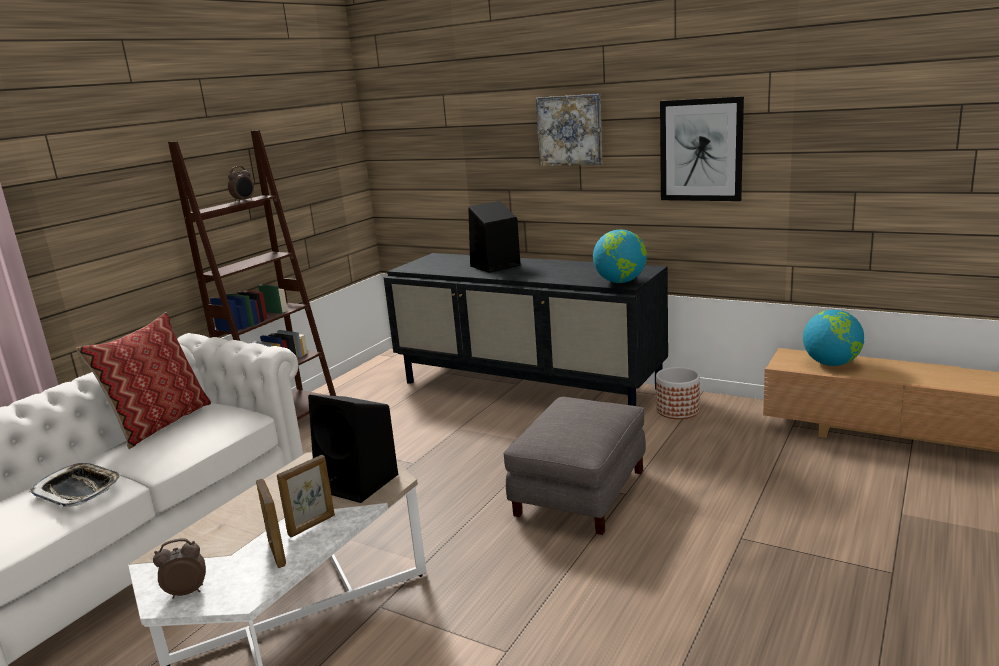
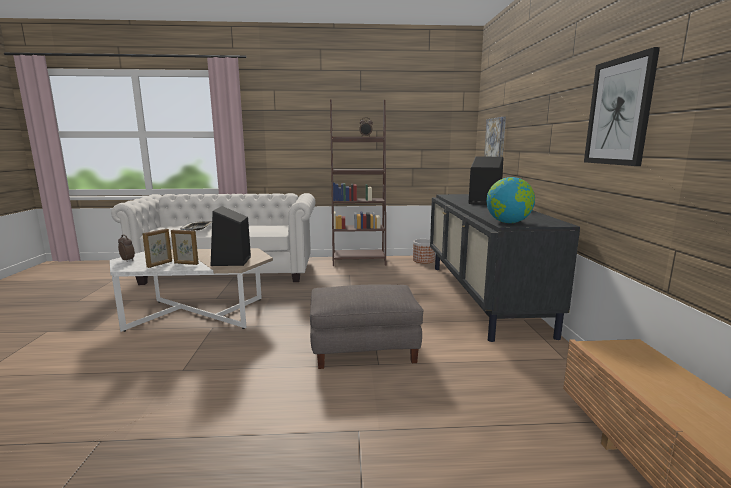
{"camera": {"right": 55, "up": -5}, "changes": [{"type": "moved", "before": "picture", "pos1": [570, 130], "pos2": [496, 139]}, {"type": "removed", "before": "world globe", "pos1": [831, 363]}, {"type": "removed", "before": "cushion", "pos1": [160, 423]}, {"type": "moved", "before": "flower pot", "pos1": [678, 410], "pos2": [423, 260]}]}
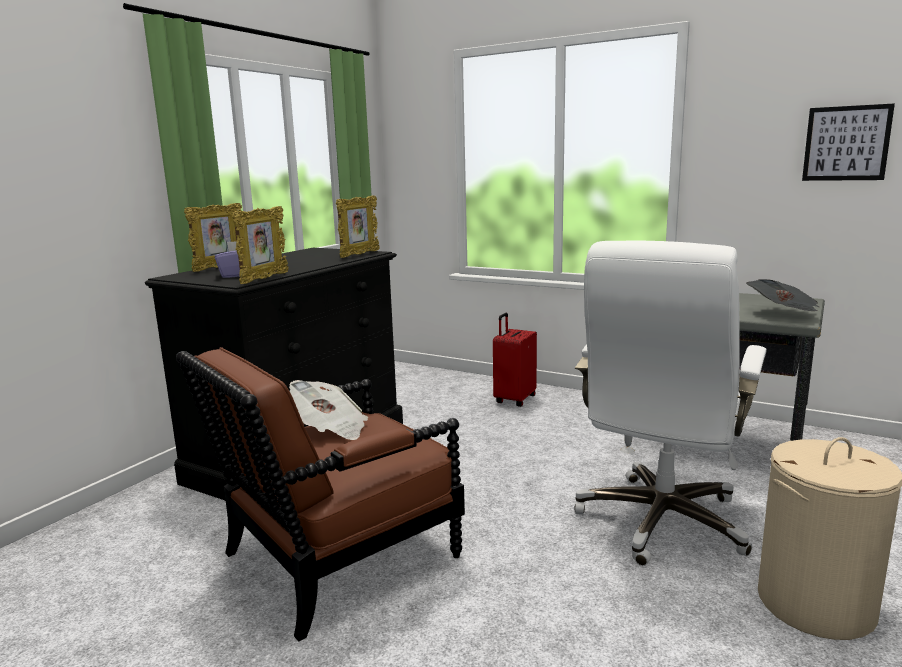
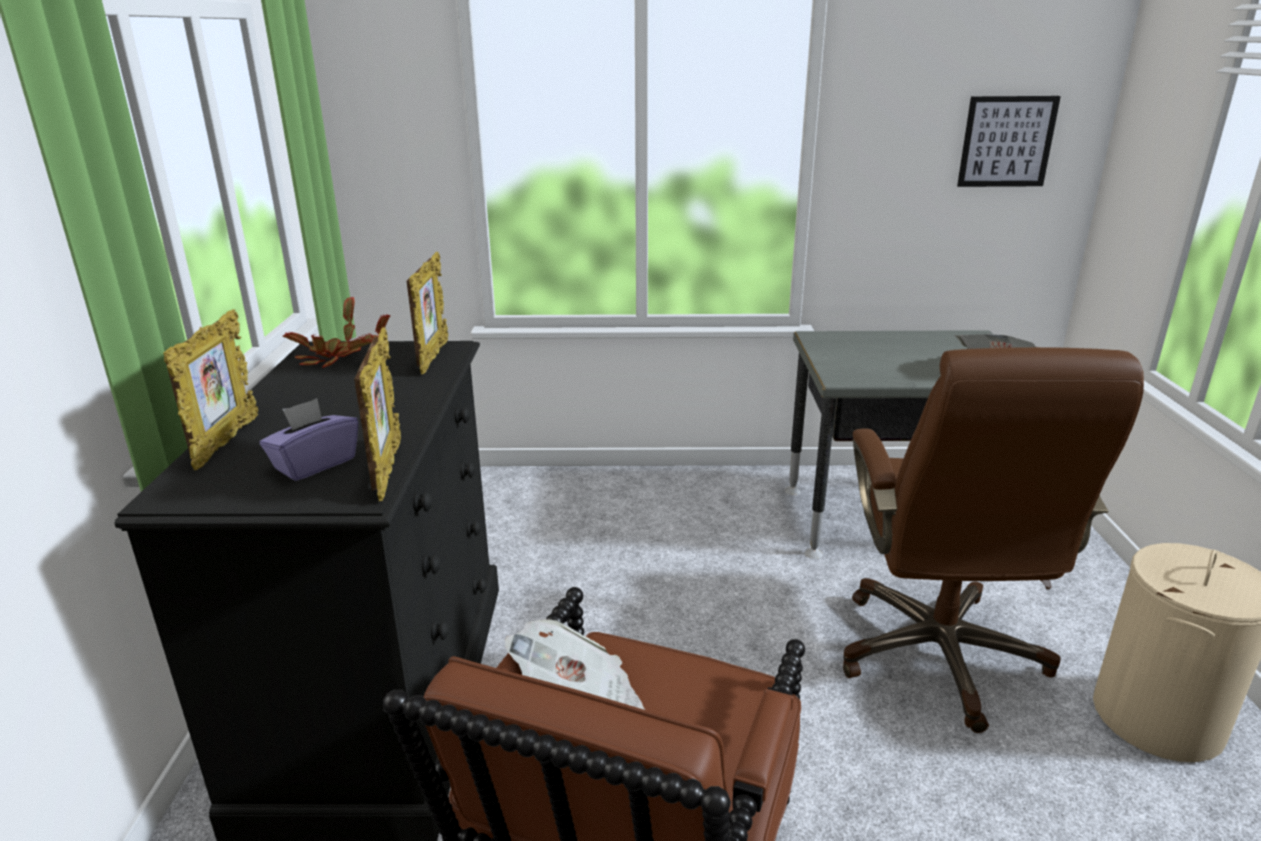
{"camera": {"right": -30, "up": 10}, "changes": [{"type": "recoloured", "before": "whitish office chair", "after": "brownish office chair", "pos1": [662, 518], "pos2": [936, 650]}, {"type": "removed", "before": "red-coloured piece of luggage", "pos1": [514, 399]}, {"type": "added", "after": "potted plant", "pos2": [337, 357]}]}
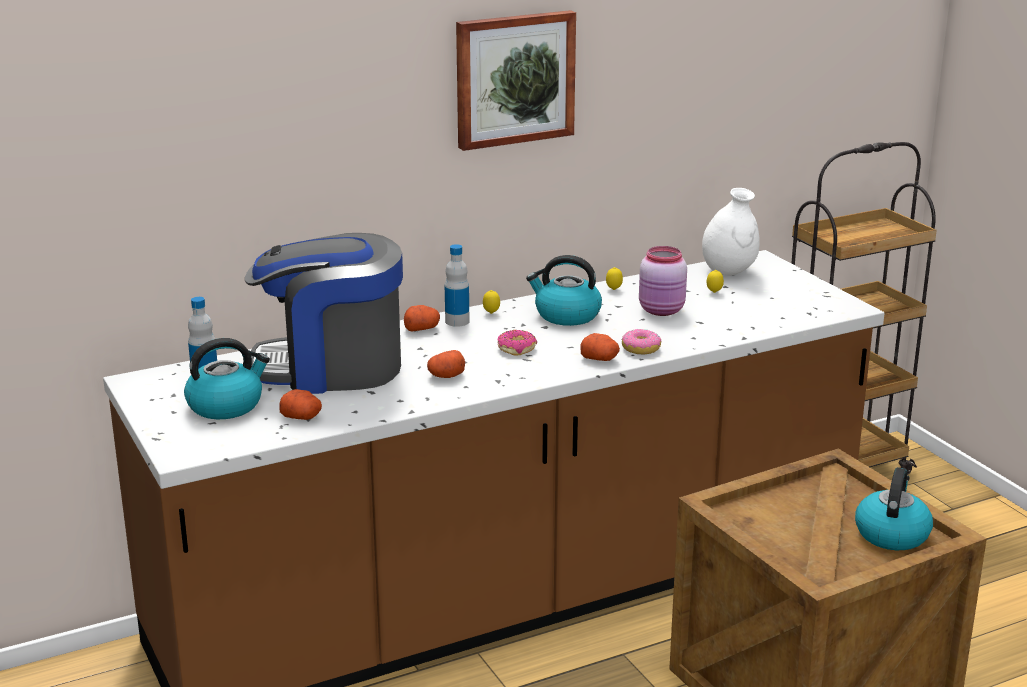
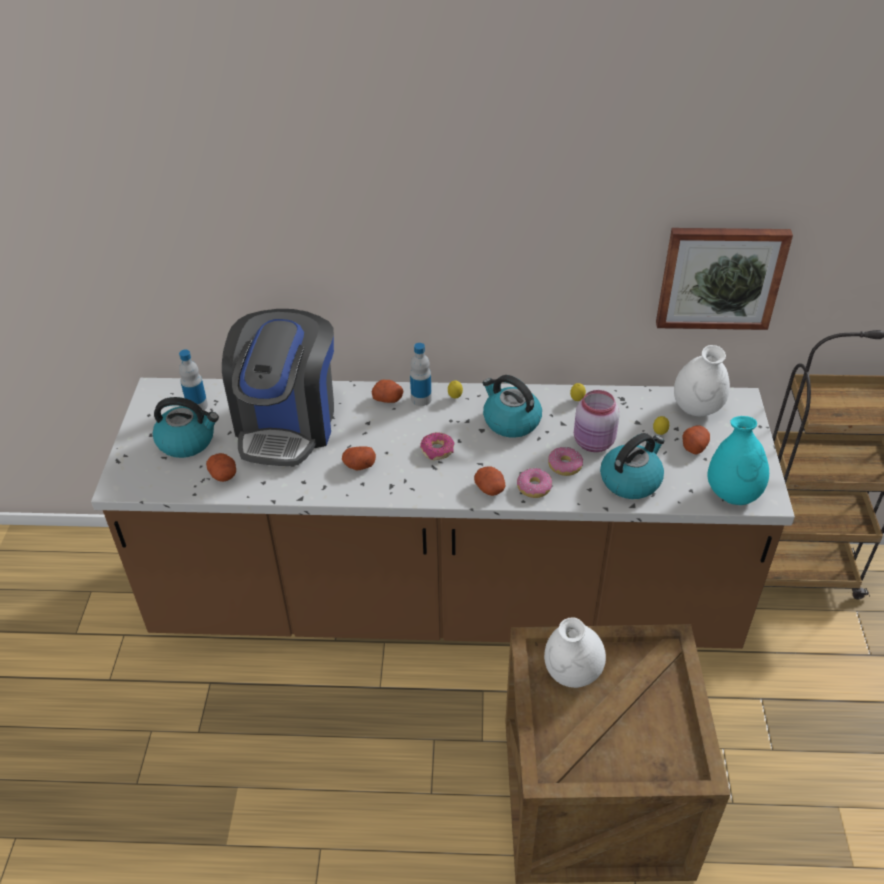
{"camera": {"right": 30, "up": 20}, "changes": [{"type": "moved", "before": "picture", "pos1": [514, 78], "pos2": [720, 277]}, {"type": "turned", "before": "coffee machine", "pos1": [330, 368], "pos2": [287, 423], "turn": -105}, {"type": "moved", "before": "tea kettle", "pos1": [891, 534], "pos2": [631, 480]}, {"type": "added", "after": "blue-green flower vase", "pos2": [732, 494]}, {"type": "added", "after": "potato", "pos2": [694, 445]}, {"type": "added", "after": "doughnut", "pos2": [565, 466]}, {"type": "added", "after": "whitish flower vase", "pos2": [571, 673]}]}
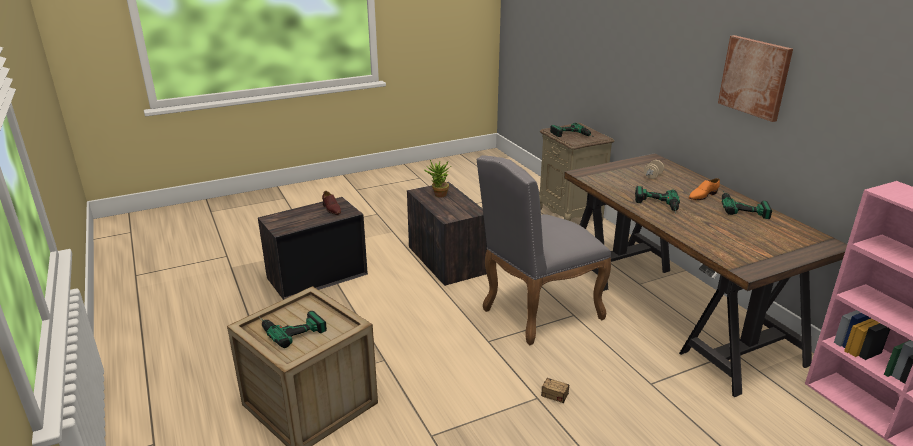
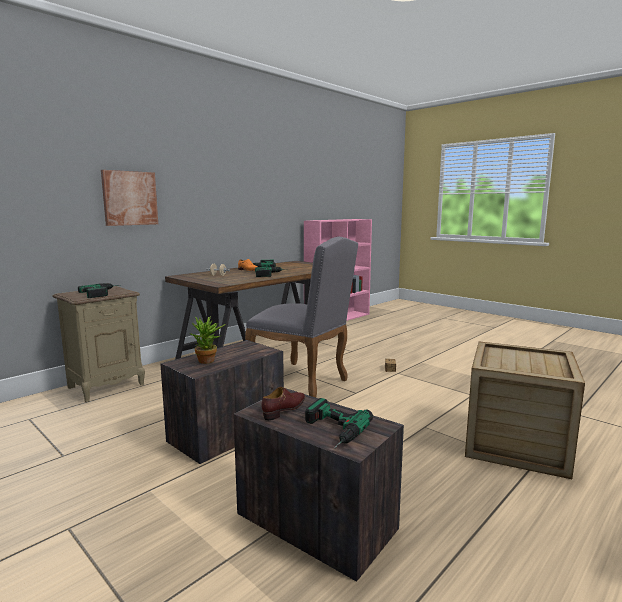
{"camera": {"right": -110, "up": -15}, "changes": [{"type": "moved", "before": "picture", "pos1": [755, 77], "pos2": [129, 198]}, {"type": "moved", "before": "electric drill", "pos1": [290, 327], "pos2": [330, 431]}]}
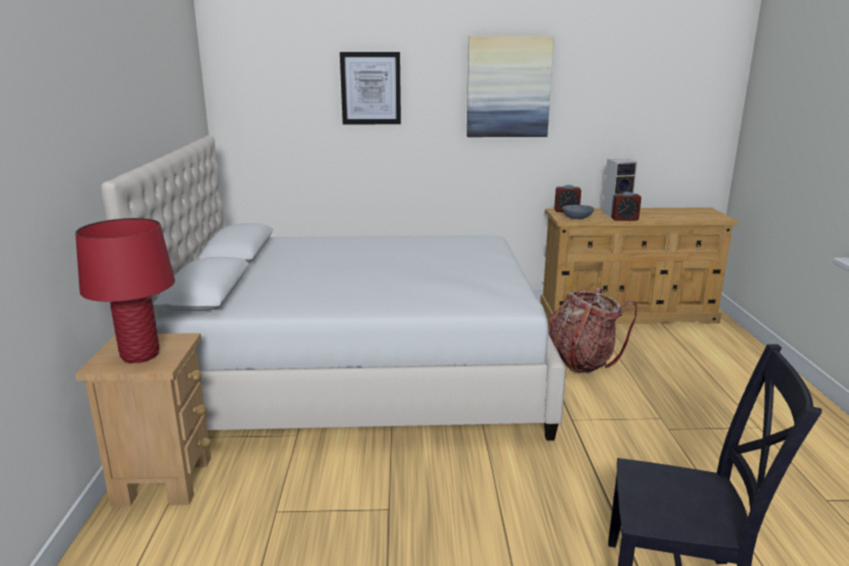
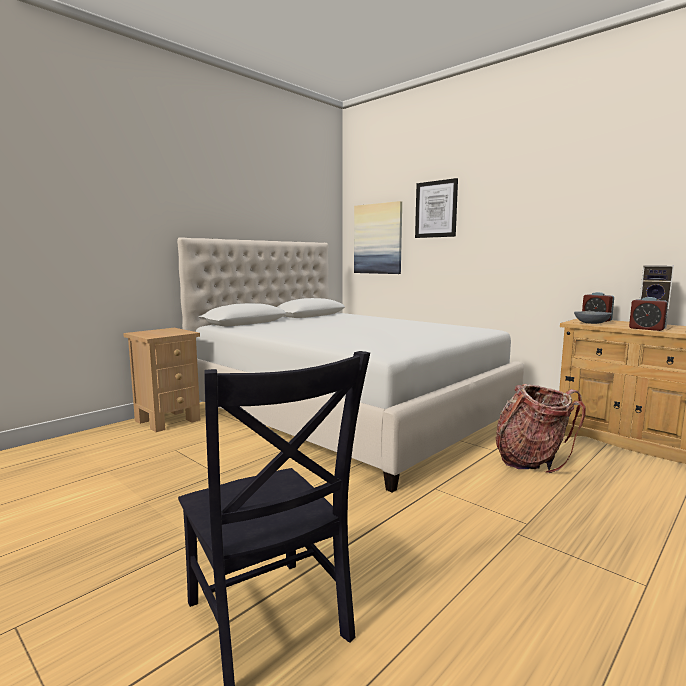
{"camera": {"right": 45, "up": -10}, "changes": [{"type": "moved", "before": "picture", "pos1": [508, 87], "pos2": [378, 239]}, {"type": "removed", "before": "red-coloured lamp for a table", "pos1": [140, 355]}]}
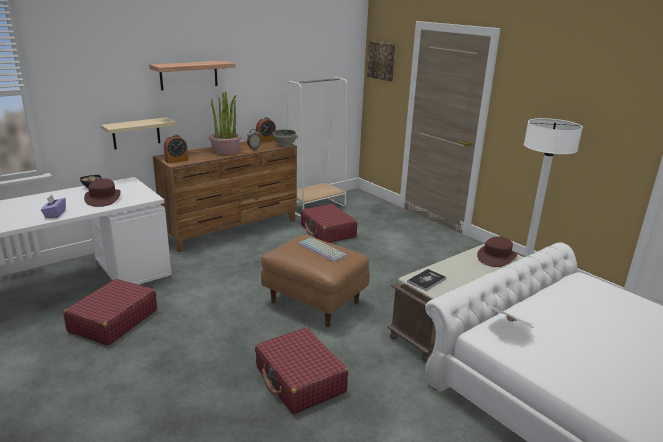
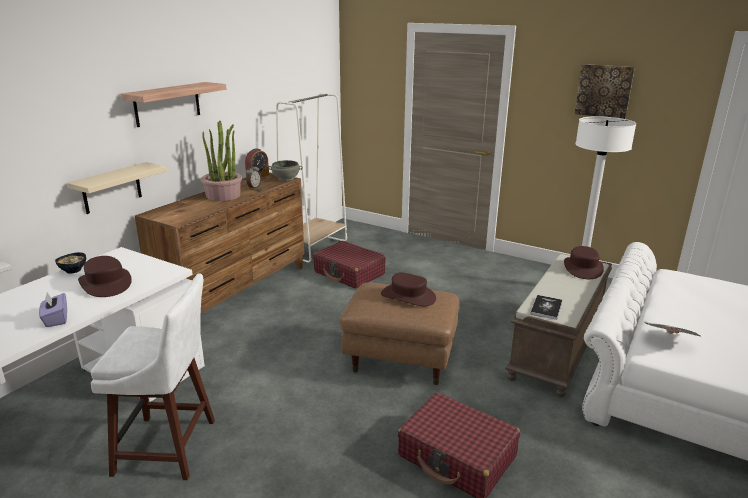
{"camera": {"right": -20, "up": 0}, "changes": [{"type": "moved", "before": "picture", "pos1": [382, 61], "pos2": [604, 91]}, {"type": "removed", "before": "table clock", "pos1": [176, 160]}, {"type": "replaced", "before": "PC keyboard", "after": "brownish wearable hat", "pos1": [323, 250], "pos2": [408, 296]}, {"type": "replaced", "before": "red-coloured piece of luggage", "after": "whitish chair", "pos1": [113, 321], "pos2": [171, 447]}]}
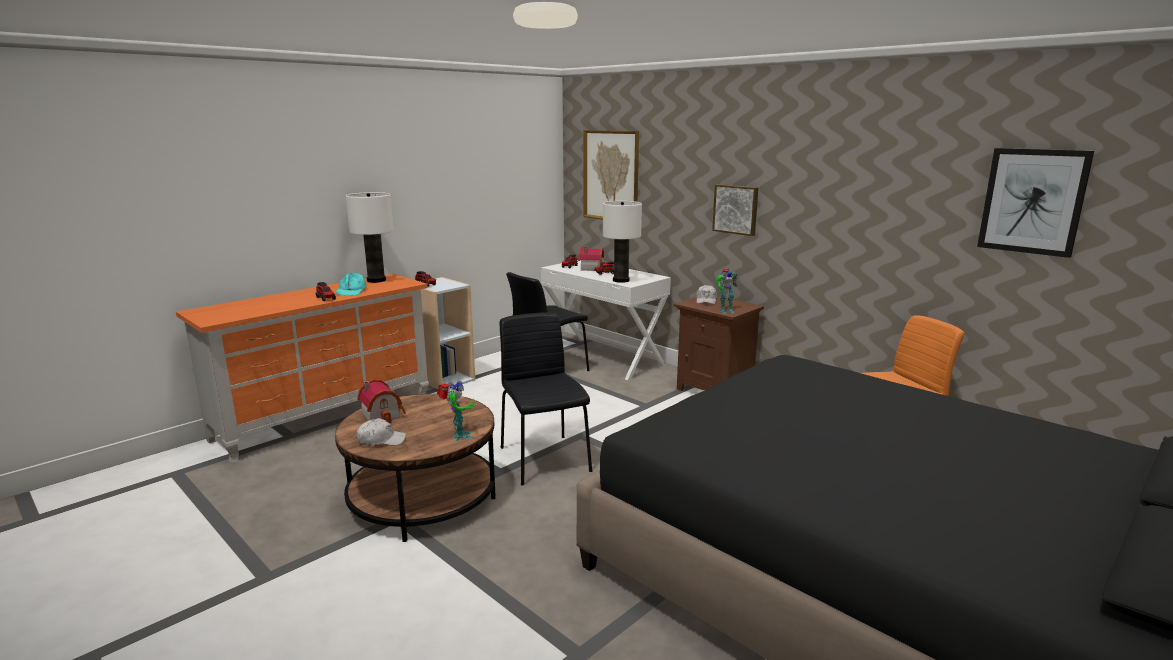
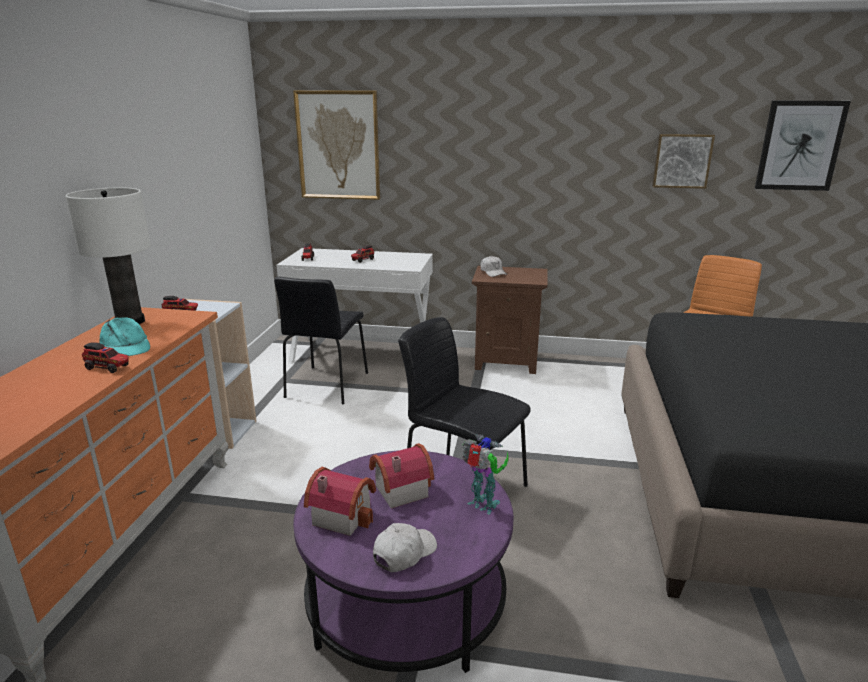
{"camera": {"right": -35, "up": 5}, "changes": [{"type": "moved", "before": "picture", "pos1": [736, 209], "pos2": [682, 161]}, {"type": "removed", "before": "whitish lamp for a table", "pos1": [621, 280]}, {"type": "moved", "before": "toy house", "pos1": [590, 268], "pos2": [398, 490]}, {"type": "removed", "before": "robot figure", "pos1": [725, 310]}, {"type": "recoloured", "before": "brownish coffee table", "after": "purple coffee table", "pos1": [422, 498], "pos2": [406, 600]}]}
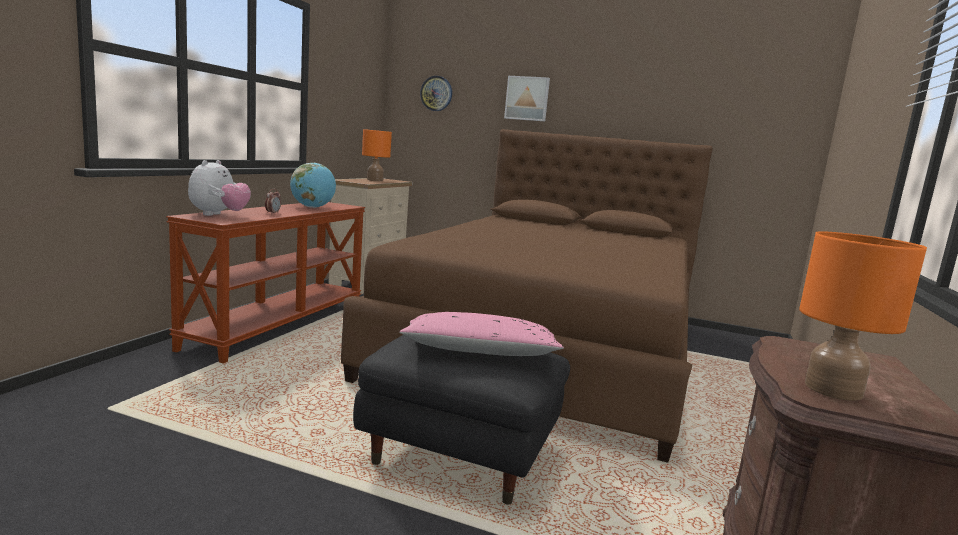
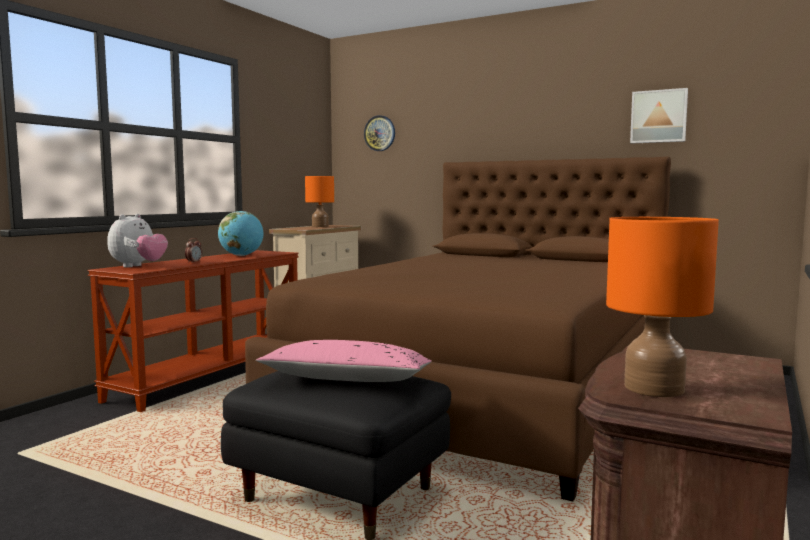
{"camera": {"right": 10, "up": -5}, "changes": [{"type": "moved", "before": "picture", "pos1": [527, 98], "pos2": [658, 116]}]}
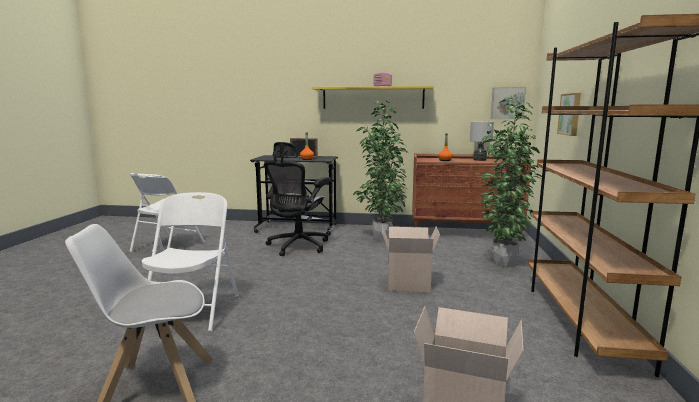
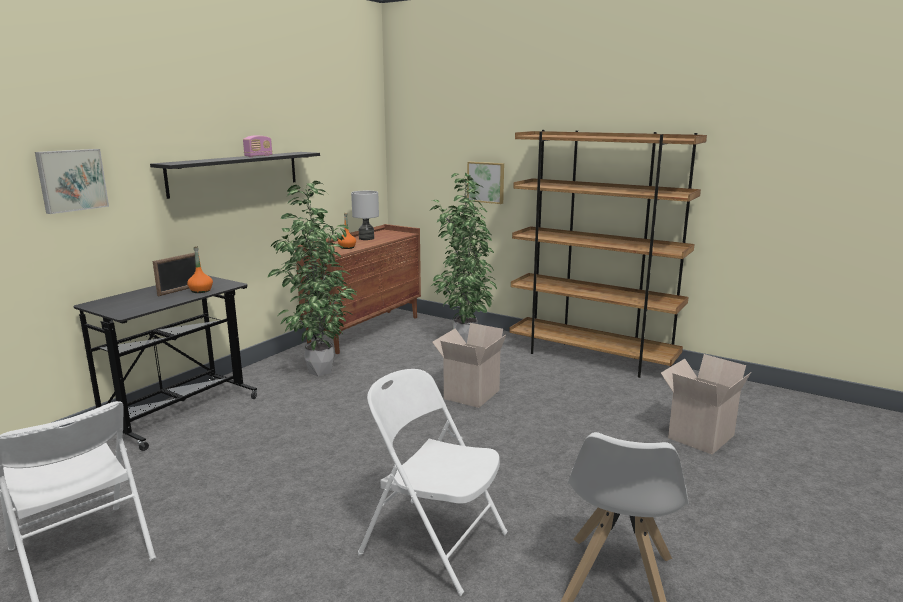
{"camera": {"right": -65, "up": 5}, "changes": [{"type": "recoloured", "before": "yellowish bracket shelf", "after": "black bracket shelf", "pos1": [373, 98], "pos2": [235, 173]}, {"type": "moved", "before": "picture", "pos1": [507, 103], "pos2": [71, 180]}, {"type": "removed", "before": "office chair", "pos1": [298, 246]}]}
